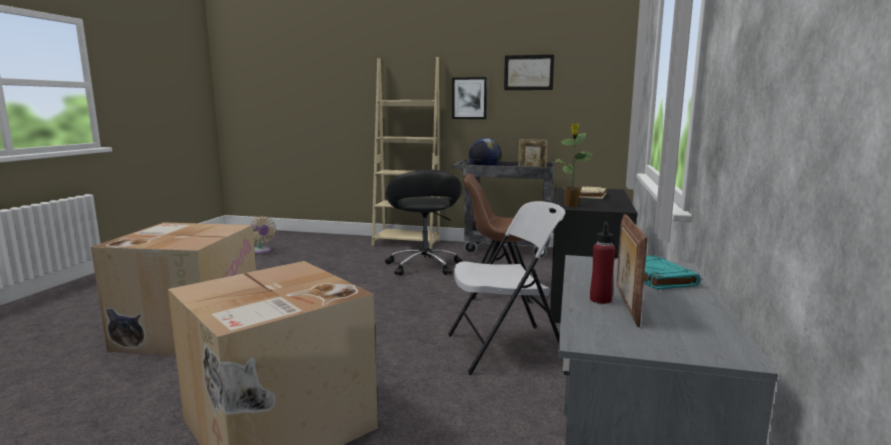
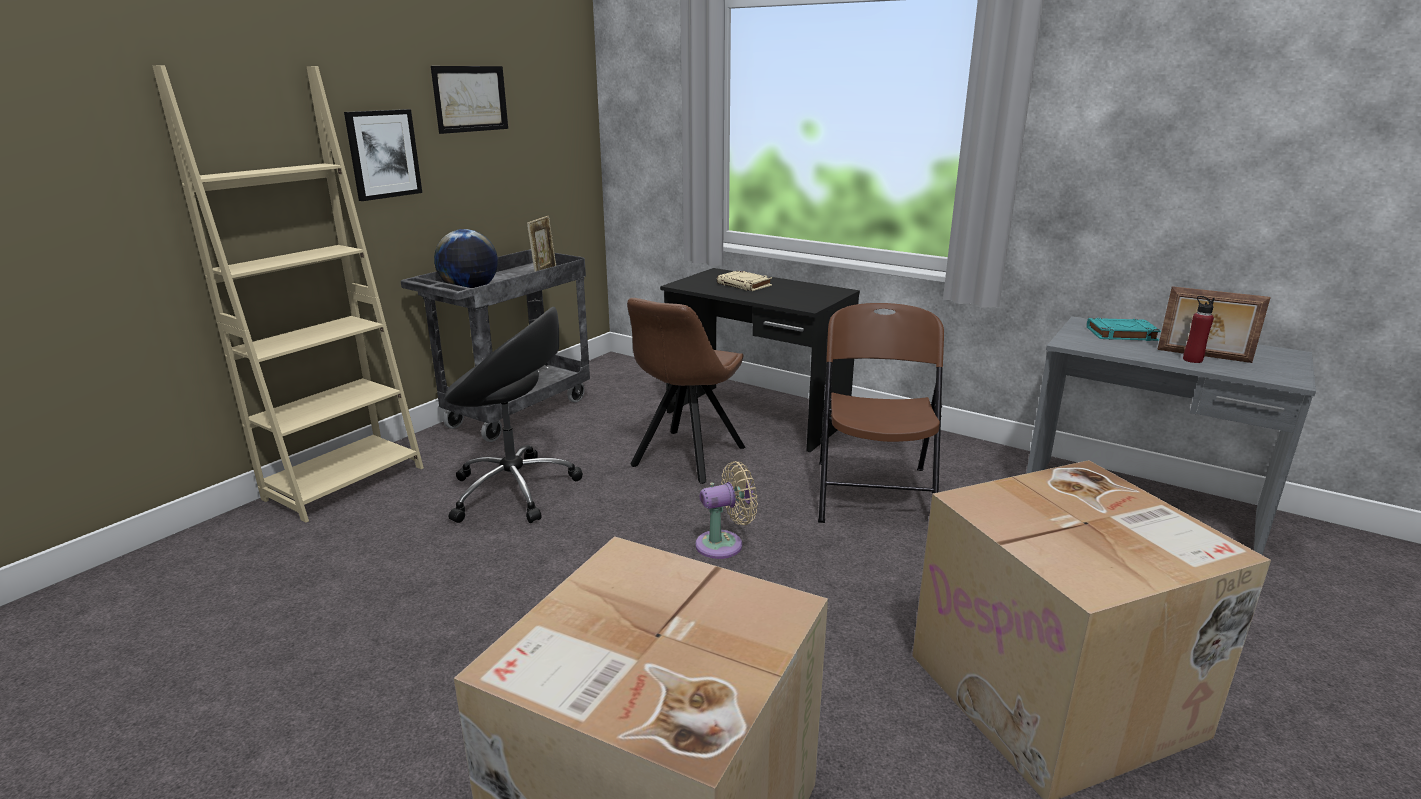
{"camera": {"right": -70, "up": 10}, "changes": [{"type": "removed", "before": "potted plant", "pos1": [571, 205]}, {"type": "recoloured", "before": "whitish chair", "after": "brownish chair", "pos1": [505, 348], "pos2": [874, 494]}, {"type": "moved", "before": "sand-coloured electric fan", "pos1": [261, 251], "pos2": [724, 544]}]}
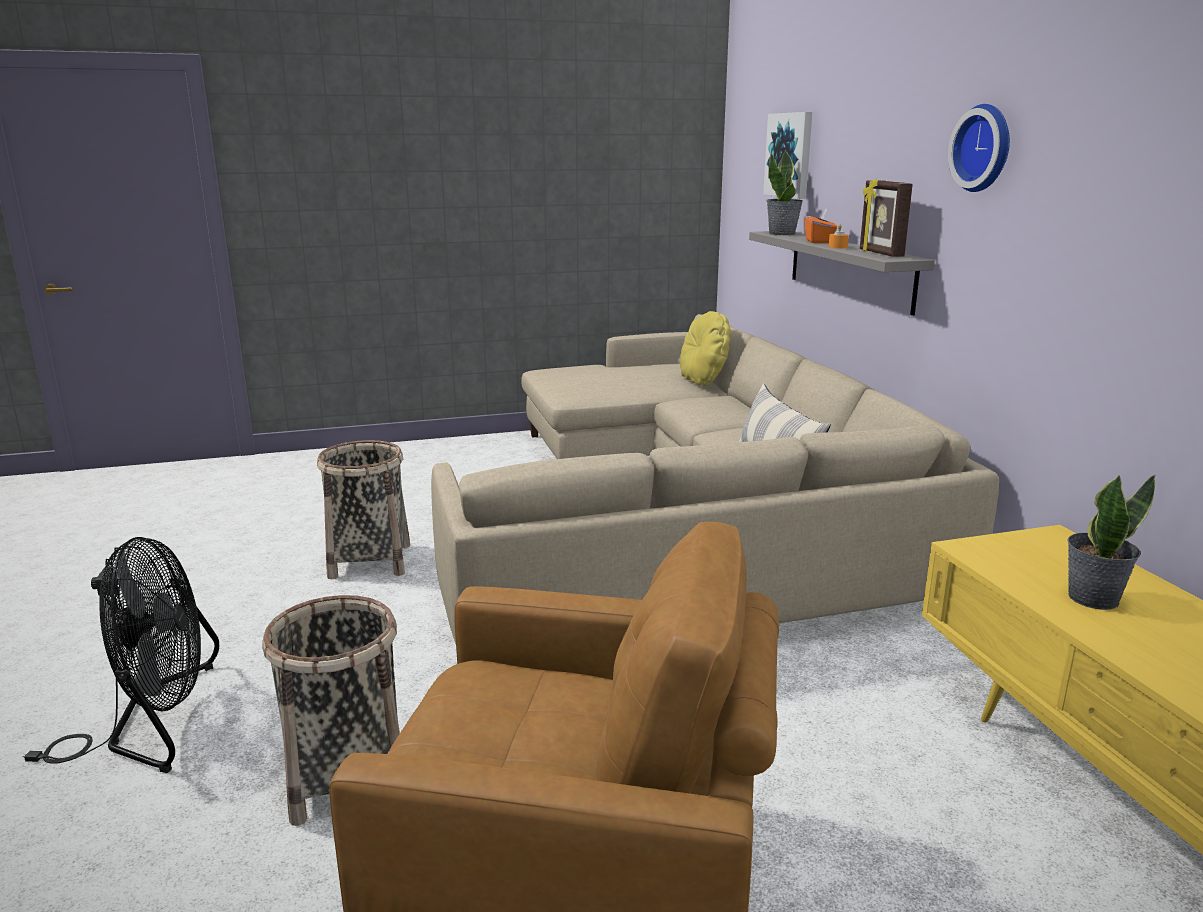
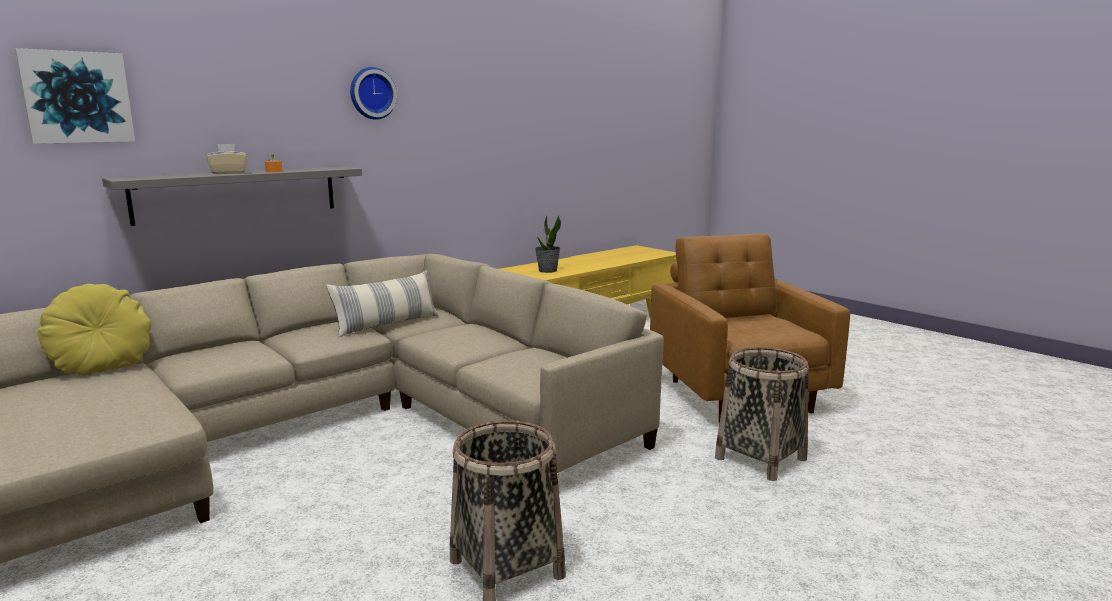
{"camera": {"right": -115, "up": -5}, "changes": [{"type": "removed", "before": "potted plant", "pos1": [782, 234]}, {"type": "removed", "before": "picture frame", "pos1": [879, 253]}, {"type": "recoloured", "before": "orange box of tissues", "after": "sand-coloured box of tissues", "pos1": [819, 241], "pos2": [229, 173]}, {"type": "removed", "before": "black electric fan", "pos1": [150, 723]}]}
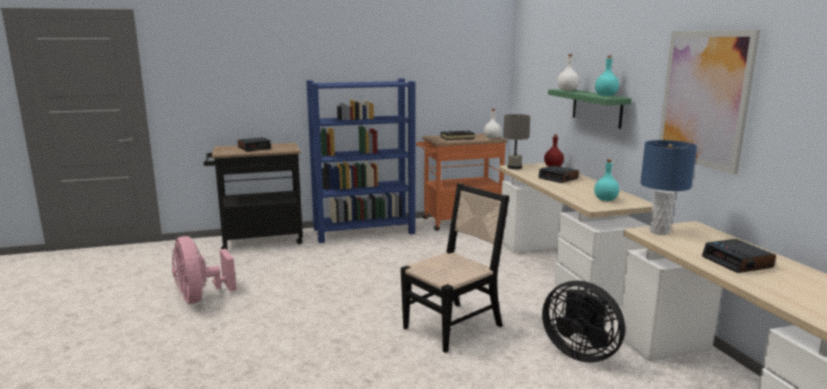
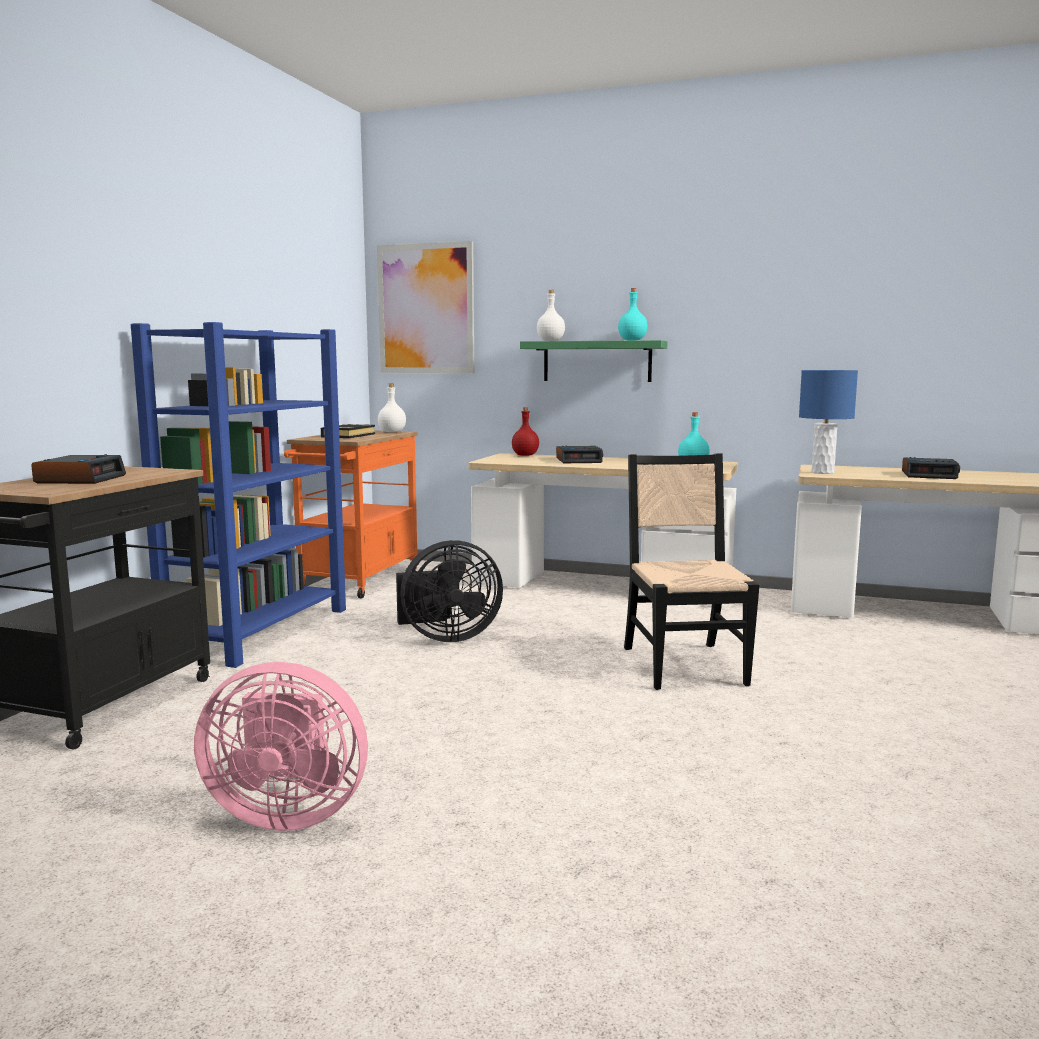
{"camera": {"right": -55, "up": -5}, "changes": [{"type": "moved", "before": "picture", "pos1": [704, 98], "pos2": [426, 309]}, {"type": "removed", "before": "gray lamp for a table", "pos1": [515, 167]}, {"type": "moved", "before": "black electric fan", "pos1": [580, 352], "pos2": [446, 637]}]}
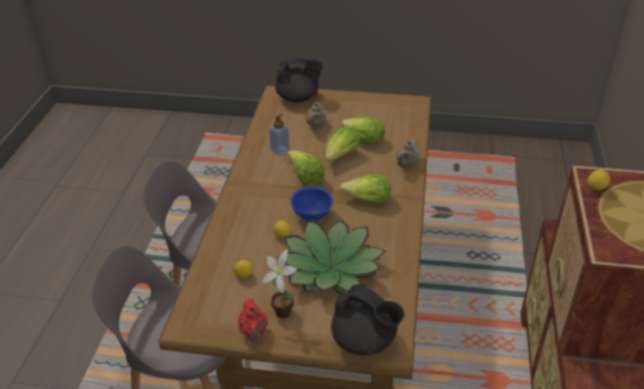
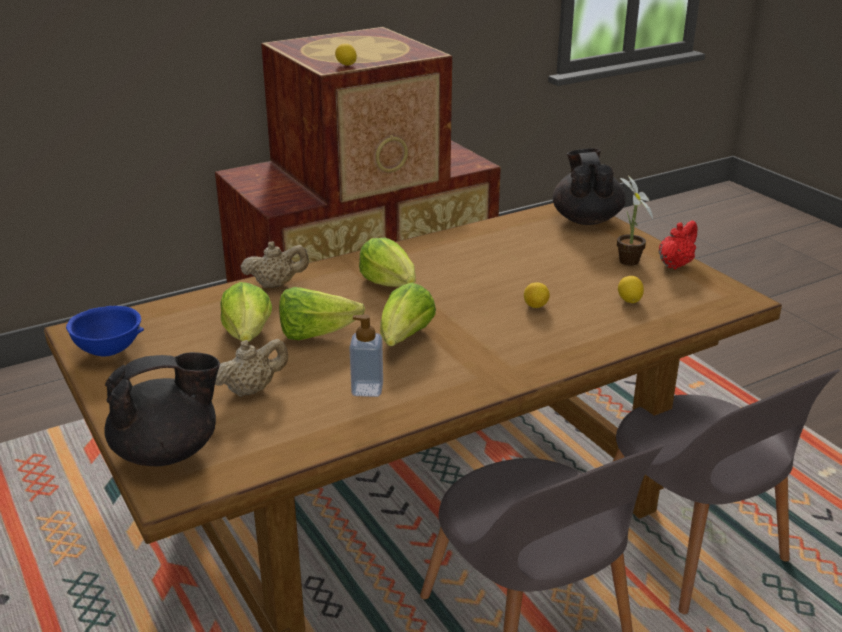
{"camera": {"right": -130, "up": -10}, "changes": [{"type": "turned", "before": "black teapot", "pos1": [298, 98], "pos2": [168, 452], "turn": 105}, {"type": "moved", "before": "blue-coloured serving bowl", "pos1": [312, 215], "pos2": [109, 351]}, {"type": "removed", "before": "potted plant", "pos1": [331, 267]}]}
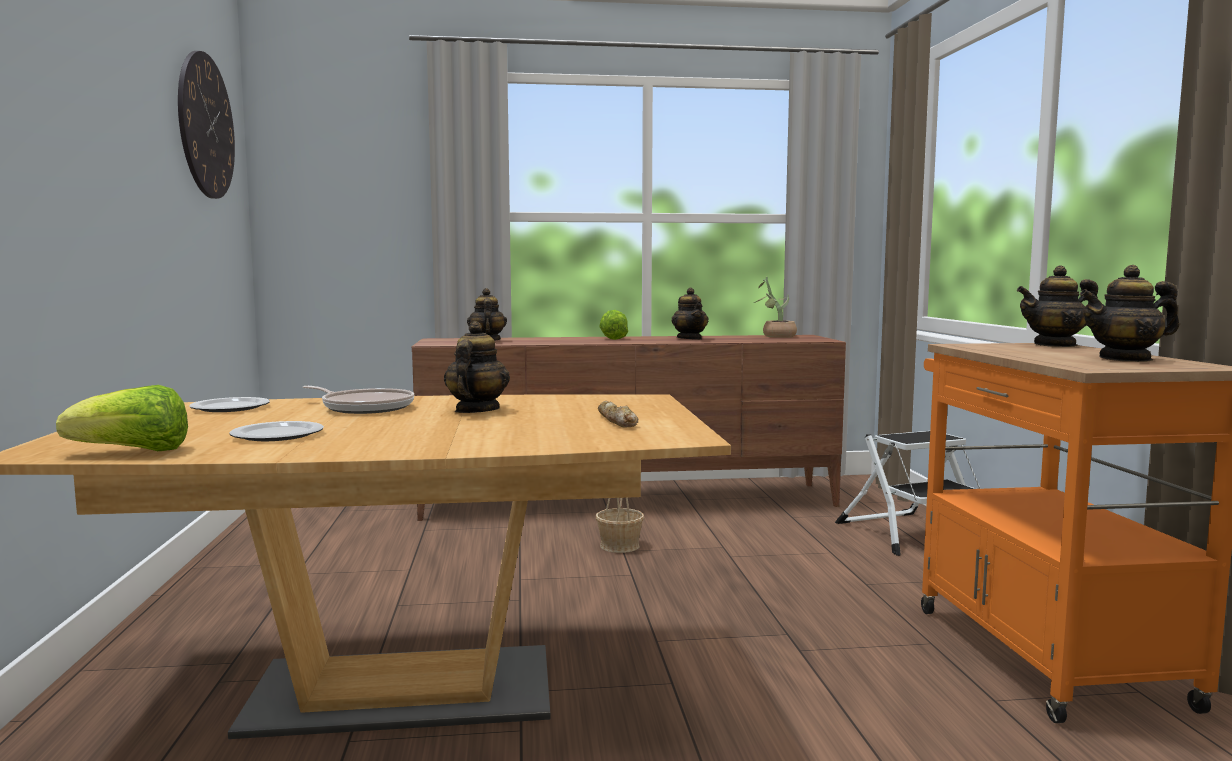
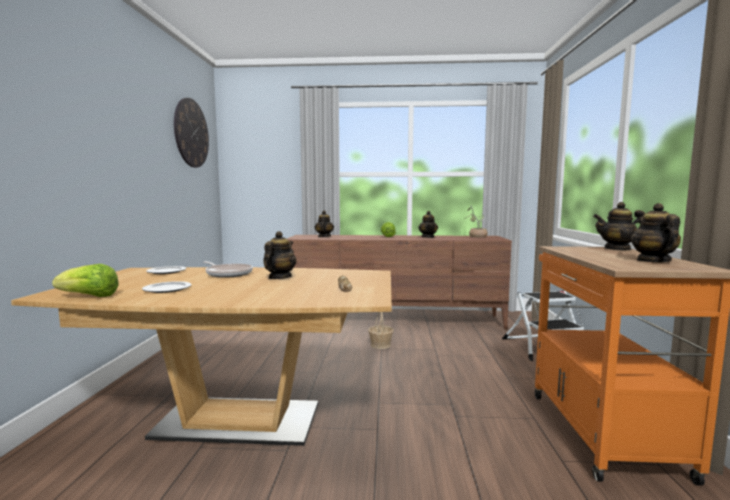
{"camera": {"right": 10, "up": 0}, "changes": [{"type": "turned", "before": "teapot", "pos1": [1125, 359], "pos2": [653, 261], "turn": 90}]}
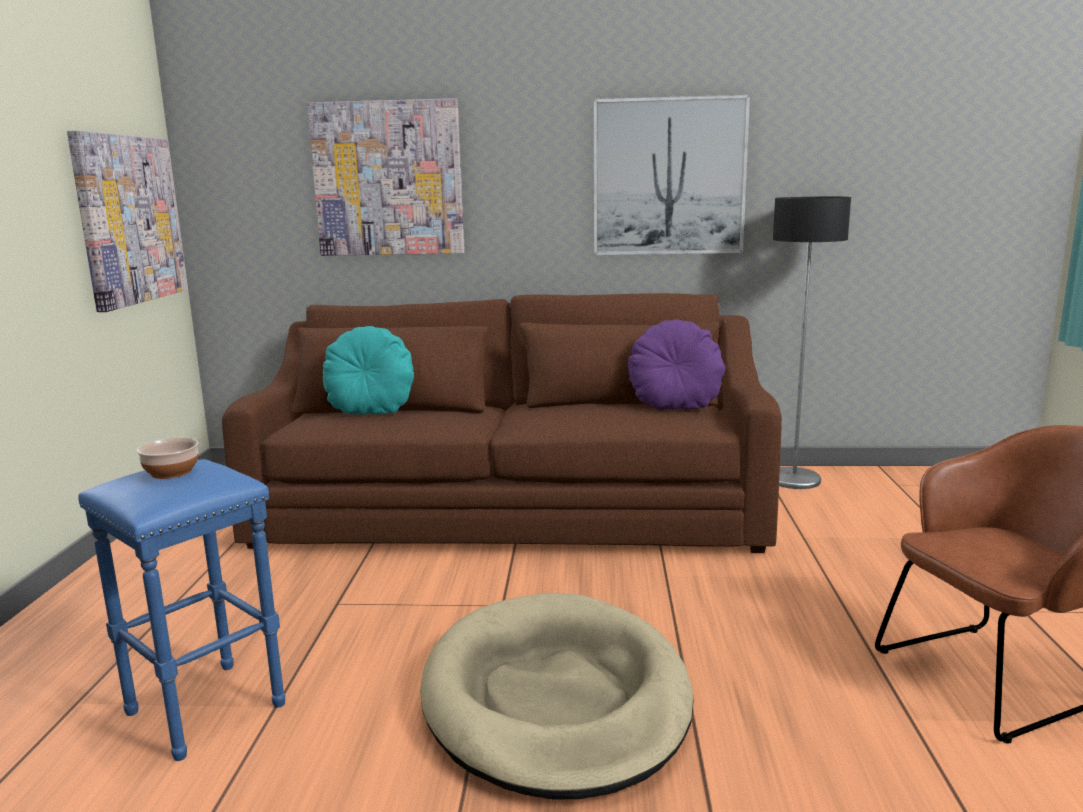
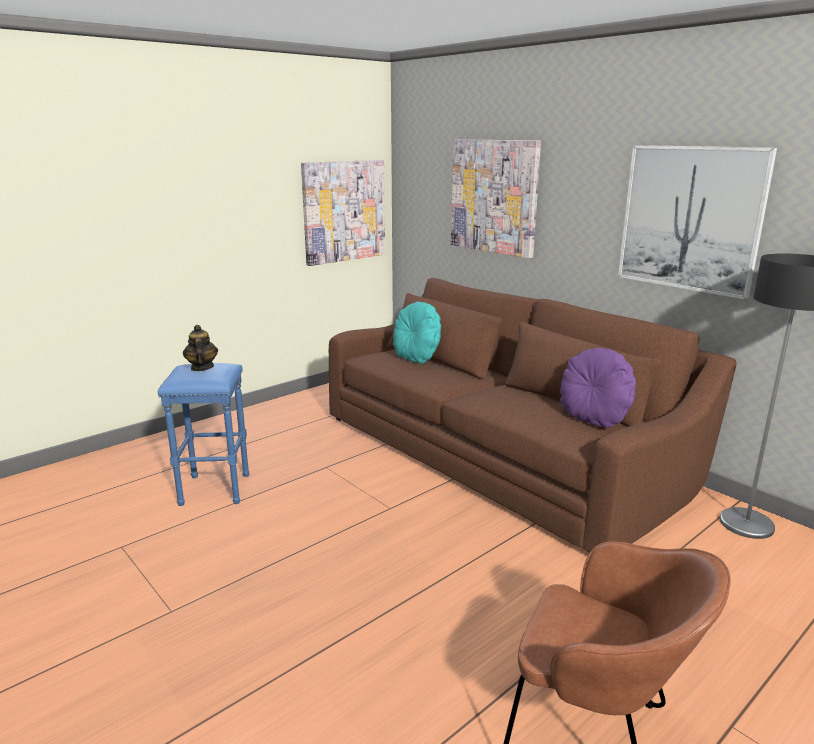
{"camera": {"right": 45, "up": 5}, "changes": [{"type": "replaced", "before": "serving bowl", "after": "teapot", "pos1": [171, 472], "pos2": [202, 368]}, {"type": "removed", "before": "sand-coloured dog bed", "pos1": [556, 699]}]}
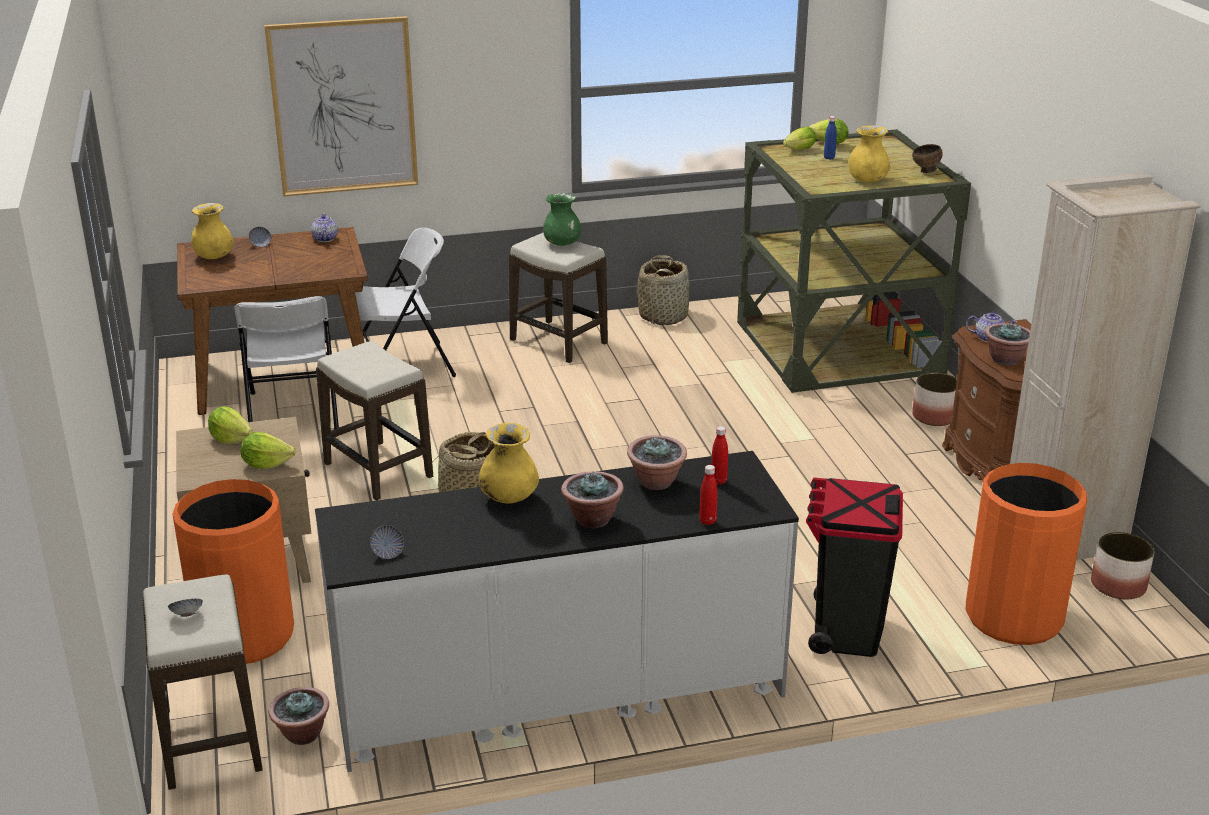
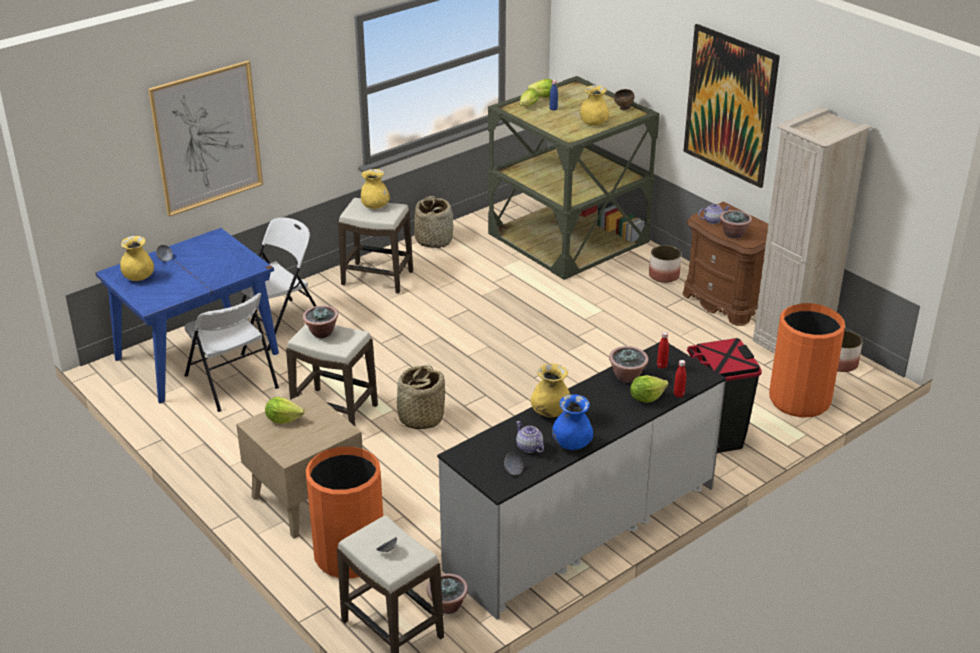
{"camera": {"right": -25, "up": 5}, "changes": [{"type": "recoloured", "before": "greenish flower vase", "after": "yellowish flower vase", "pos1": [562, 243], "pos2": [375, 206]}, {"type": "moved", "before": "teapot", "pos1": [325, 239], "pos2": [529, 447]}, {"type": "recoloured", "before": "brownish dining table", "after": "blue-coloured dining table", "pos1": [284, 376], "pos2": [198, 355]}, {"type": "moved", "before": "head of lettuce", "pos1": [266, 464], "pos2": [646, 398]}, {"type": "moved", "before": "potted plant", "pos1": [592, 519], "pos2": [321, 333]}, {"type": "added", "after": "picture", "pos2": [730, 105]}, {"type": "added", "after": "blue-coloured flower vase", "pos2": [572, 444]}]}
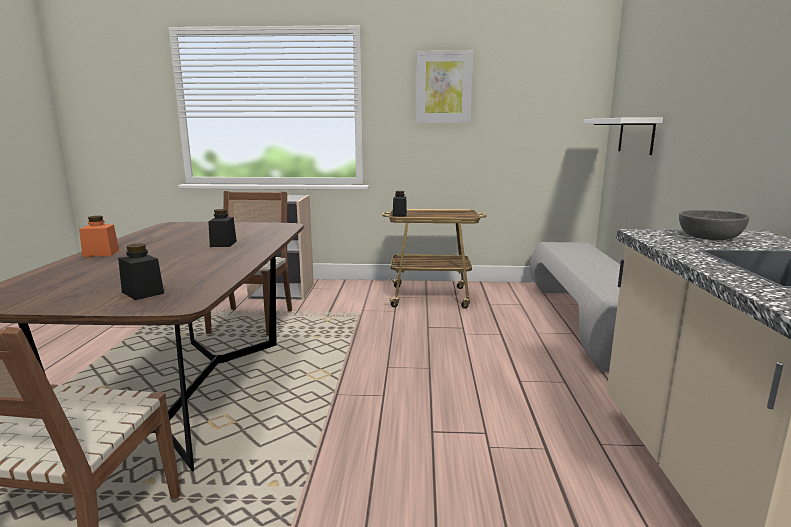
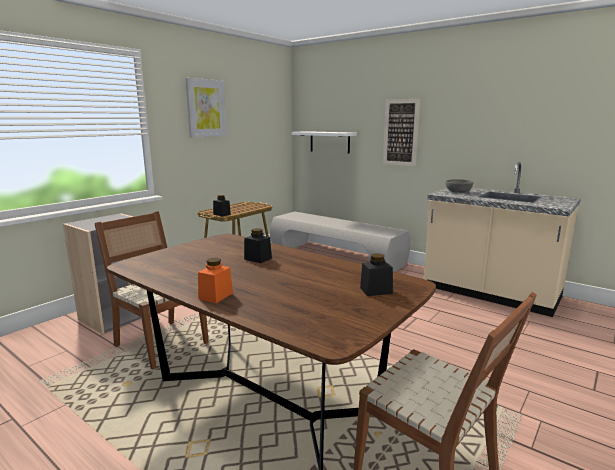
{"camera": {"right": -55, "up": 0}, "changes": [{"type": "added", "after": "picture", "pos2": [400, 132]}]}
